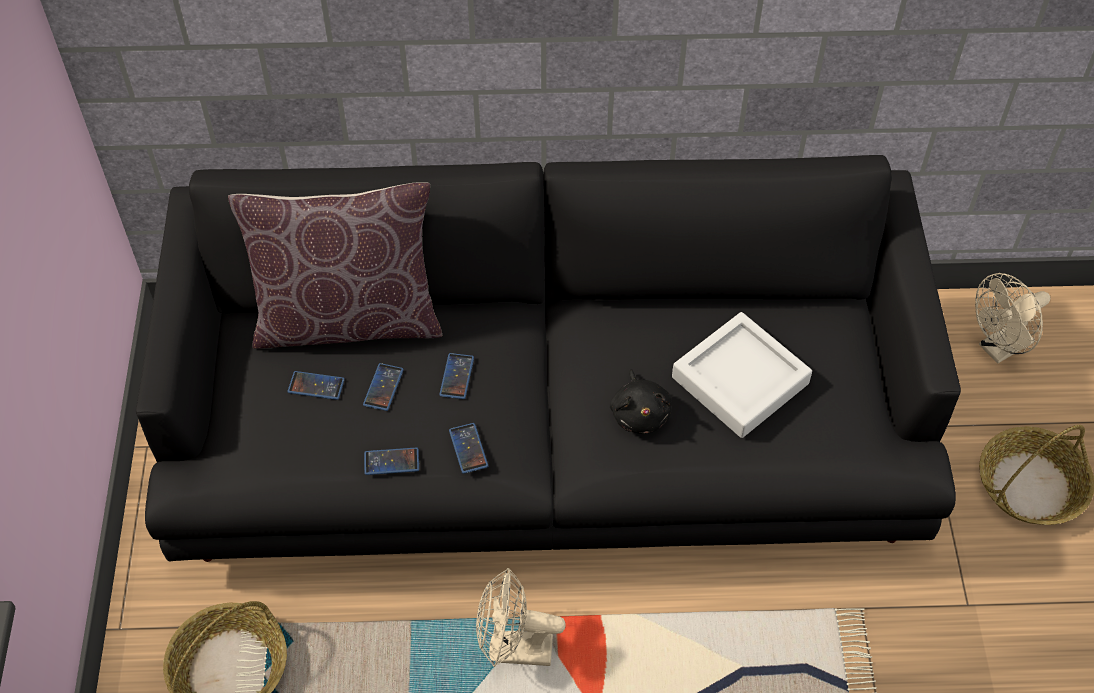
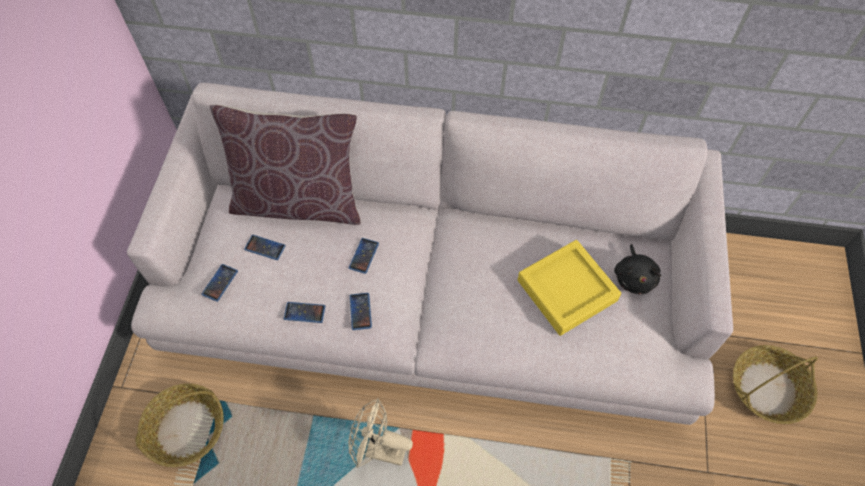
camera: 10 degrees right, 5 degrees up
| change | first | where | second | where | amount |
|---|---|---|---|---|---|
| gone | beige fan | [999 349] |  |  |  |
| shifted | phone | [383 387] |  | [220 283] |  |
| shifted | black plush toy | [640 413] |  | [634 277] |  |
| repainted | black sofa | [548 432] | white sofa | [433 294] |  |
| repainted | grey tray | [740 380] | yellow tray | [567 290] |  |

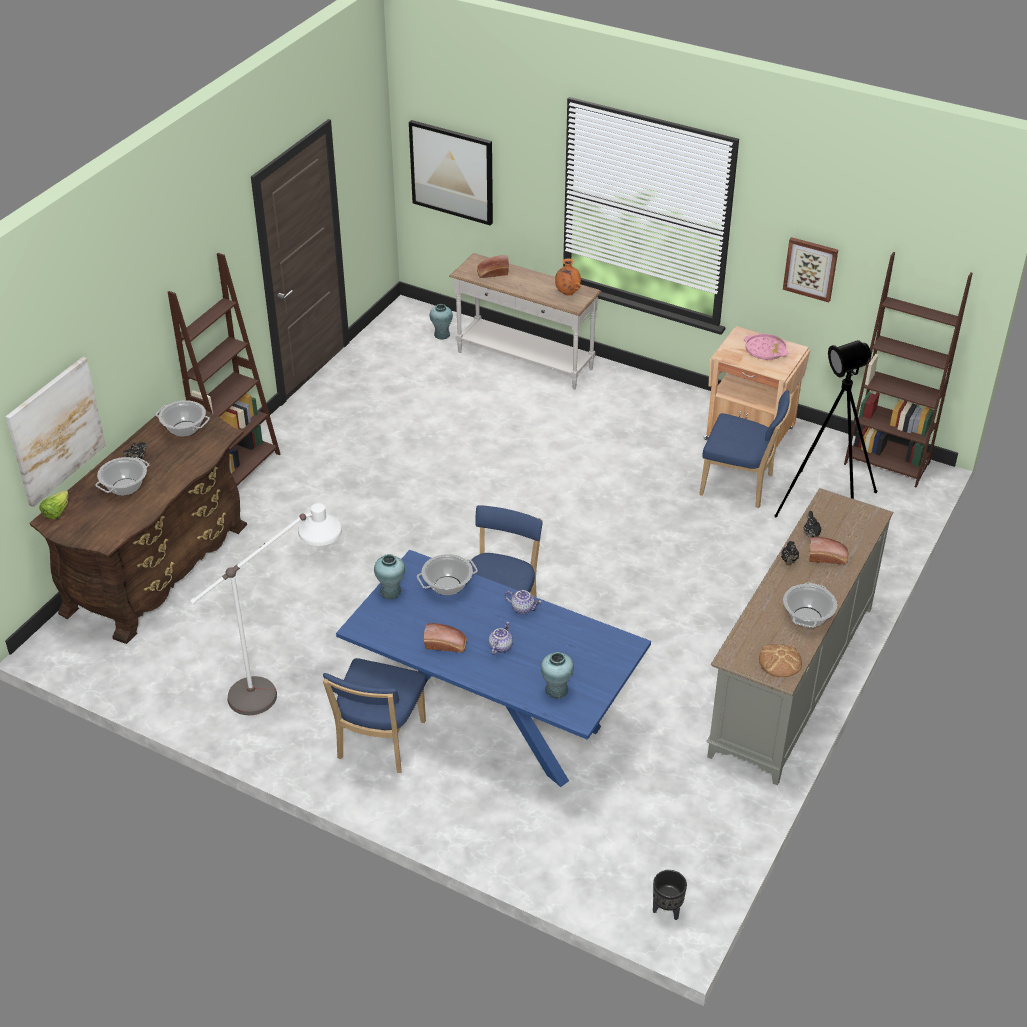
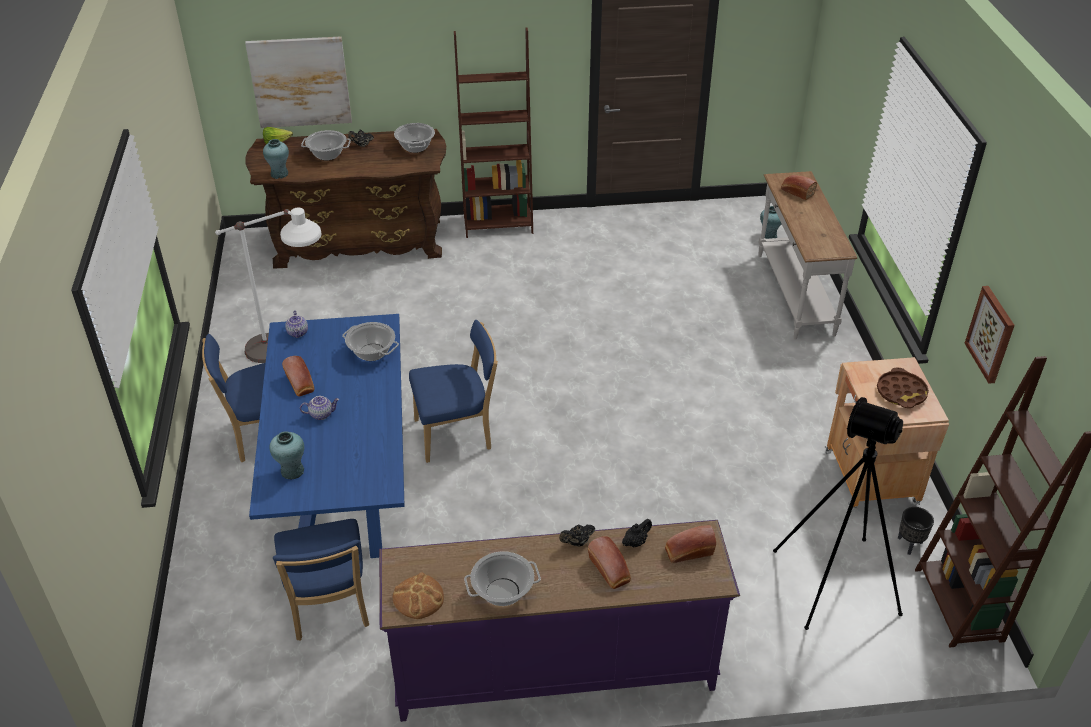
camera: 55 degrees right, 0 degrees up
| change | first | where | second | where | amount |
|---|---|---|---|---|---|
| gone | picture | [452 172] |  |  |  |
| gone | orange vase | [567 293] |  |  |  |
| new |  |  | bread | [688 552] |  |
| shifted | turquoise vase | [390 592] |  | [279 174] |  |
| shifted | teapot | [523 608] |  | [298 333] |  |
| shifted | black planter | [667 909] |  | [910 544] |  |
| shifted | blue chair | [740 486] |  | [329 607] |  |
| repainted | grey cabinet | [791 679] | purple cabinet | [554 667] |  |
| repainted | pink tray | [765 350] | brown tray | [901 392] |  |

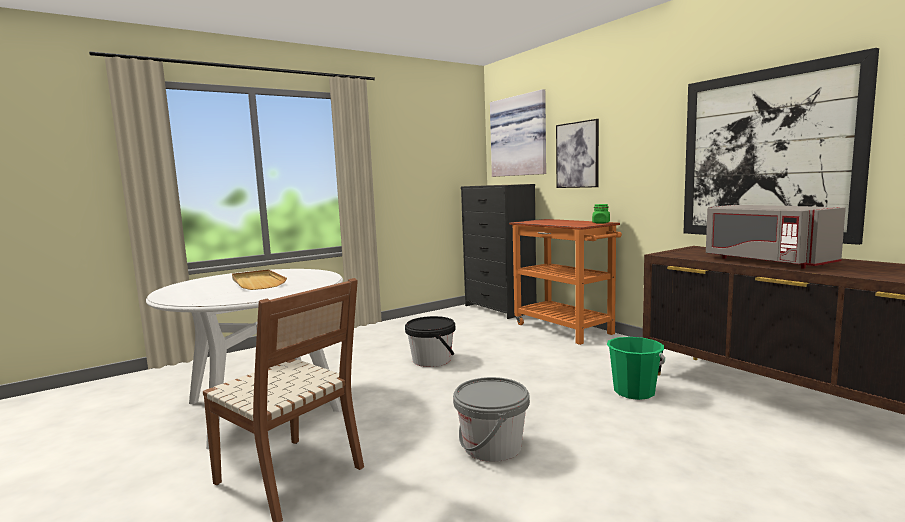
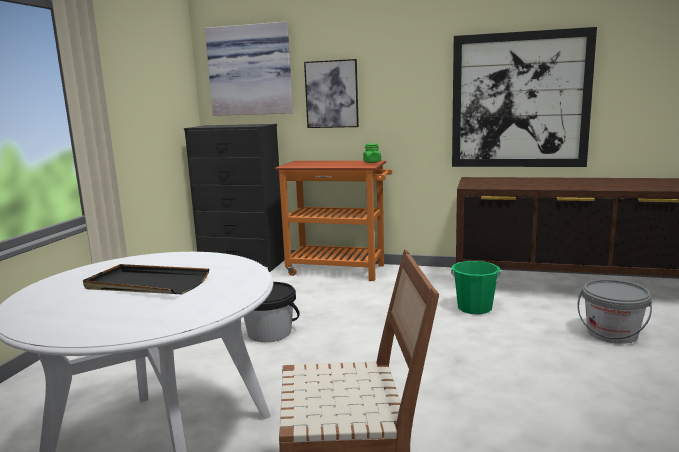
camera: 40 degrees left, 5 degrees up
| change | first | where | second | where | amount |
|---|---|---|---|---|---|
| gone | grey microwave | [765 261] |  |  |  |
| shifted | grey bucket | [492 446] |  | [612 333] |  |
| repainted | beige tray | [257 282] | black tray | [146 284] |  |

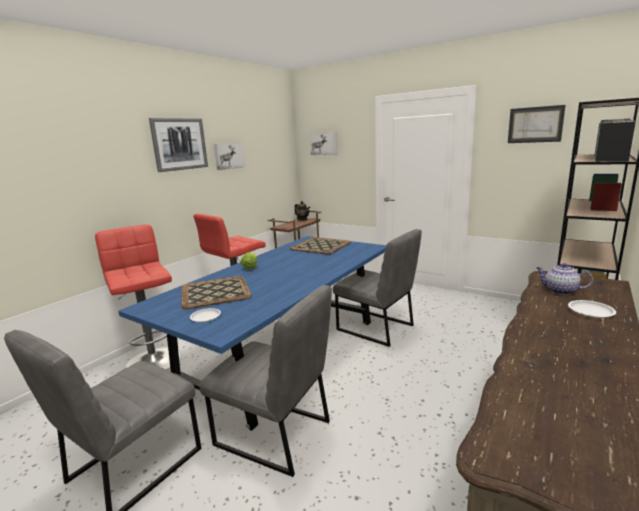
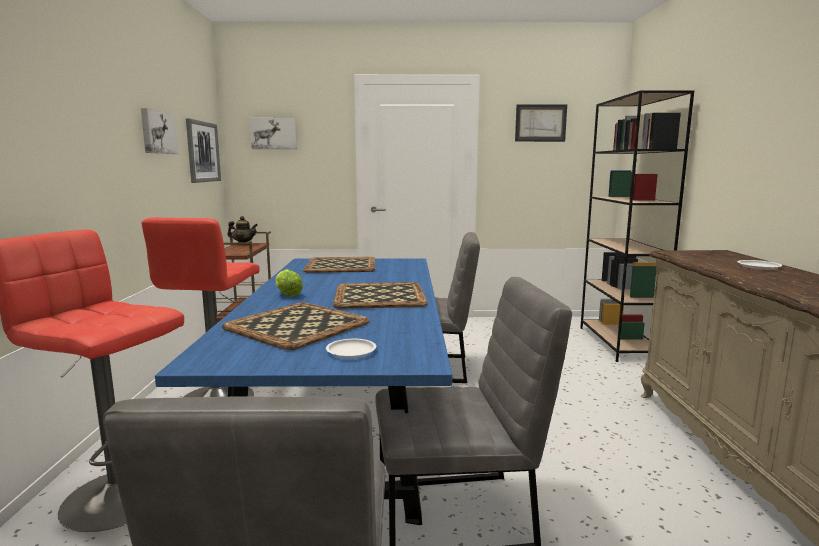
camera: 35 degrees left, 5 degrees down
| change | first | where | second | where | amount |
|---|---|---|---|---|---|
| gone | teapot | [560 291] |  |  |  |
| new |  |  | tray | [380 296] |  |
| shifted | picture | [179 144] |  | [203 152] |  |

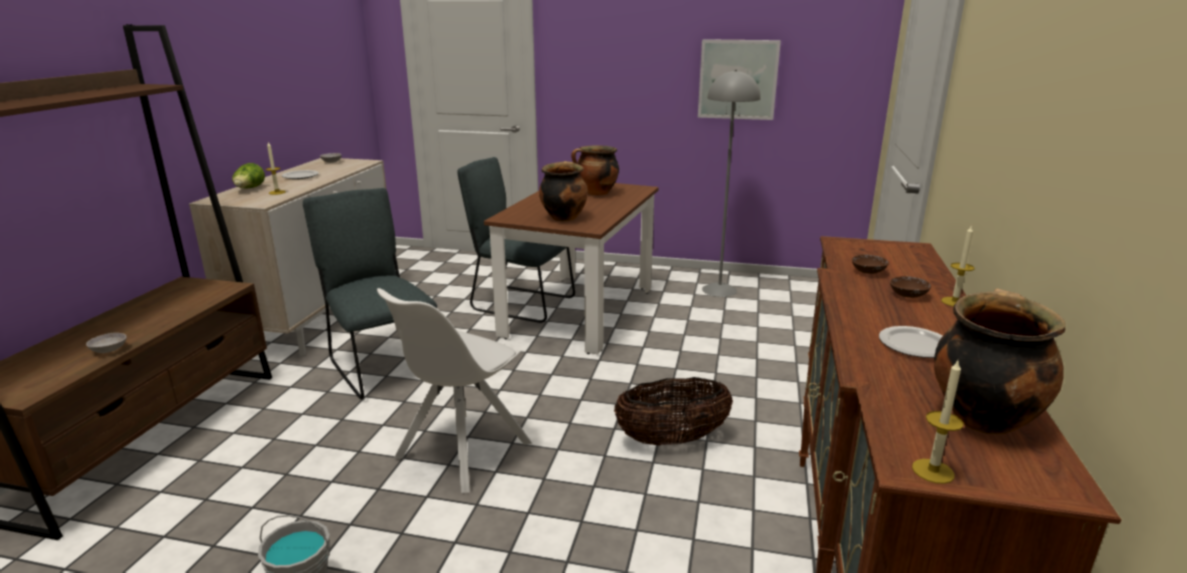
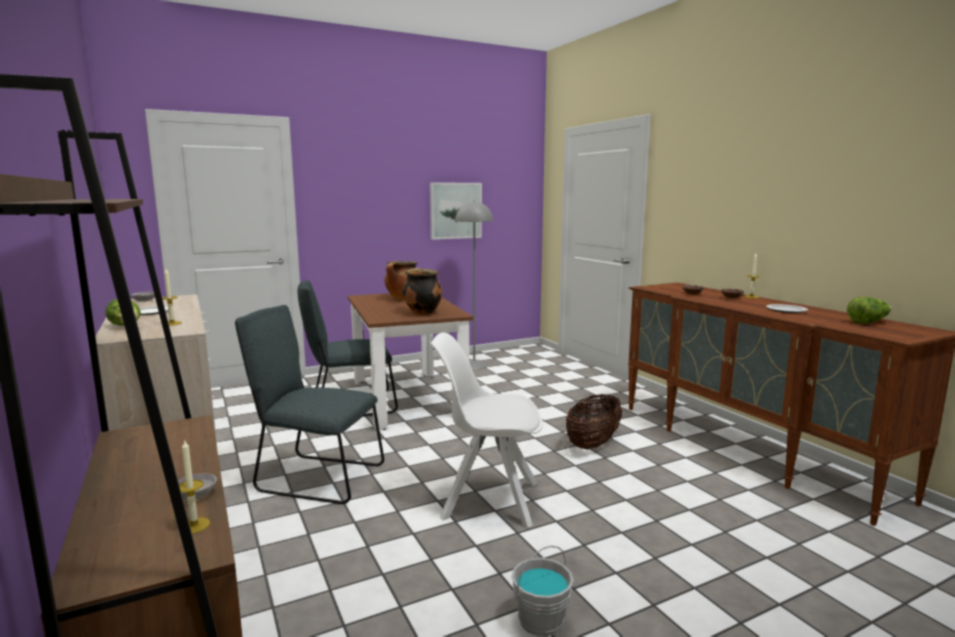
camera: 40 degrees left, 10 degrees down
| change | first | where | second | where | amount |
|---|---|---|---|---|---|
| shifted | candle | [933 471] |  | [194 525] |  |
| swapped | cooking pot | [982 417] | lettuce | [868 322] |  |
| rotated | white chair | [461 451] |  | [488 500] | 105 degrees clockwise |

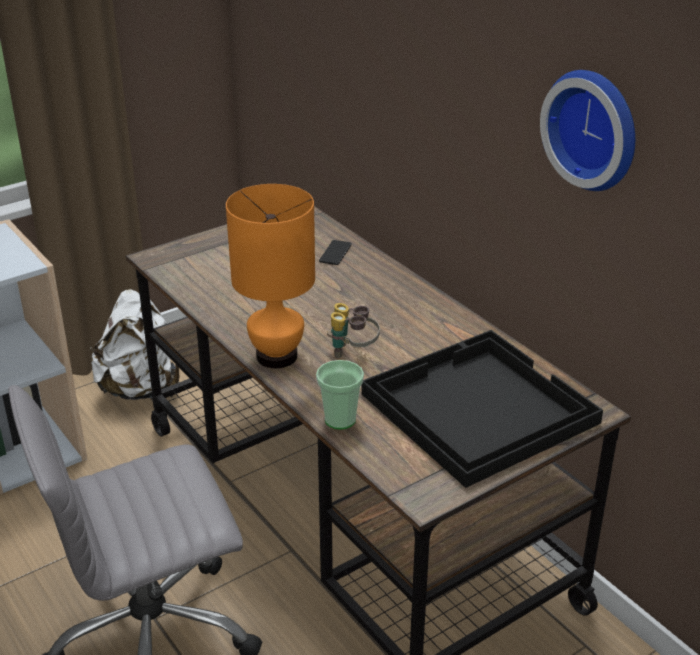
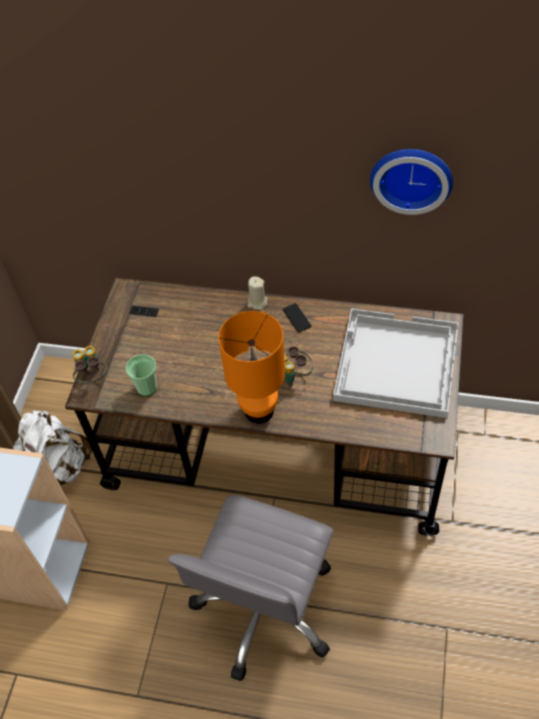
camera: 40 degrees left, 20 degrees up
| change | first | where | second | where | amount |
|---|---|---|---|---|---|
| new |  |  | binoculars | [92 378] |  |
| new |  |  | beige candle | [257 302] |  |
| shifted | cup | [340 419] |  | [147 387] |  |
| shifted | phone | [335 253] |  | [297 318] |  |
| repainted | black tray | [476 408] | white tray | [395 364] |  |

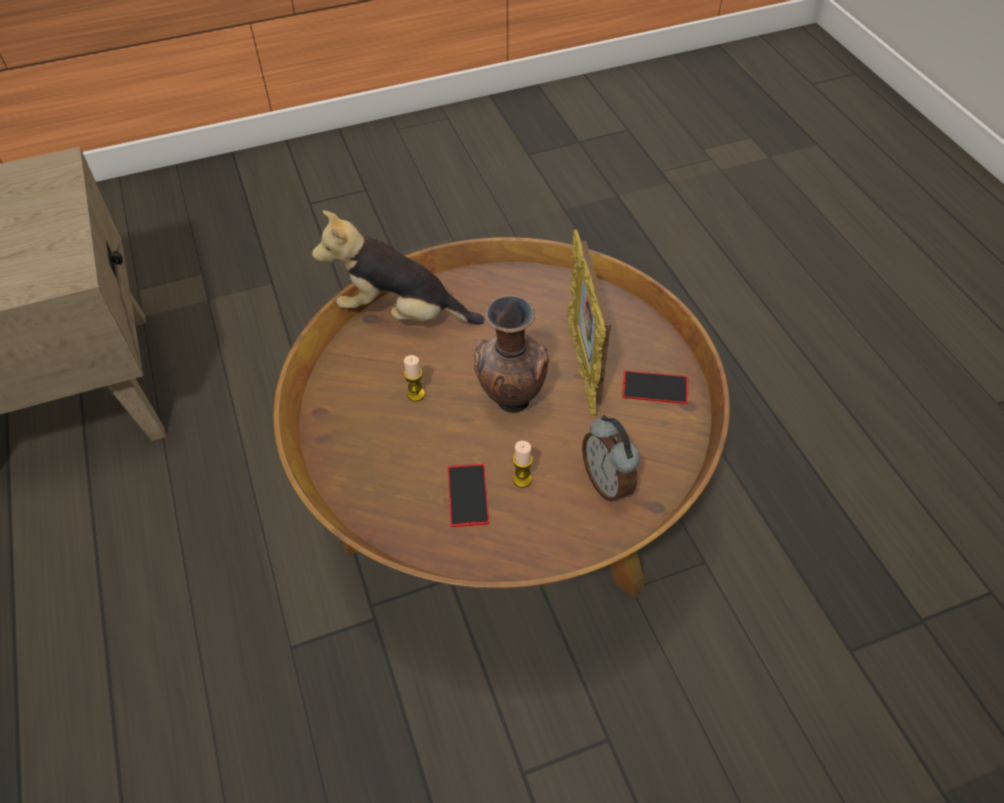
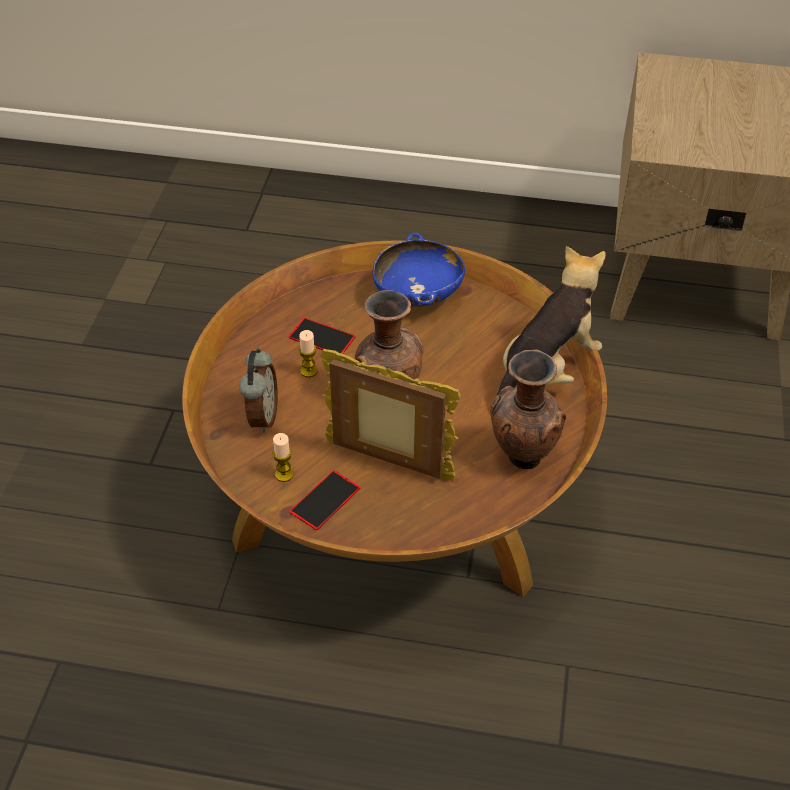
camera: 120 degrees right, 5 degrees down
| change | first | where | second | where | amount |
|---|---|---|---|---|---|
| new |  |  | blue bowl | [418 294] |  |
| new |  |  | brown vase | [521 458] |  |
| shifted | candle | [416 394] |  | [284 474] |  |
| rotated | alarm clock | [608 483] |  | [261 417] | 90 degrees clockwise |

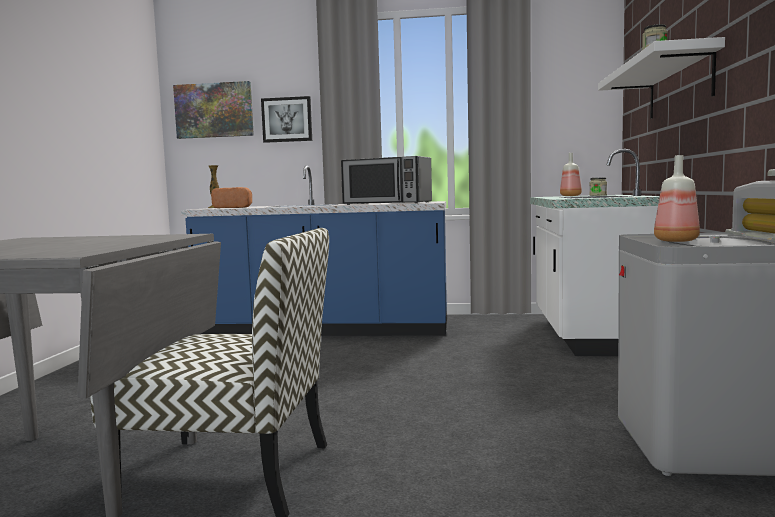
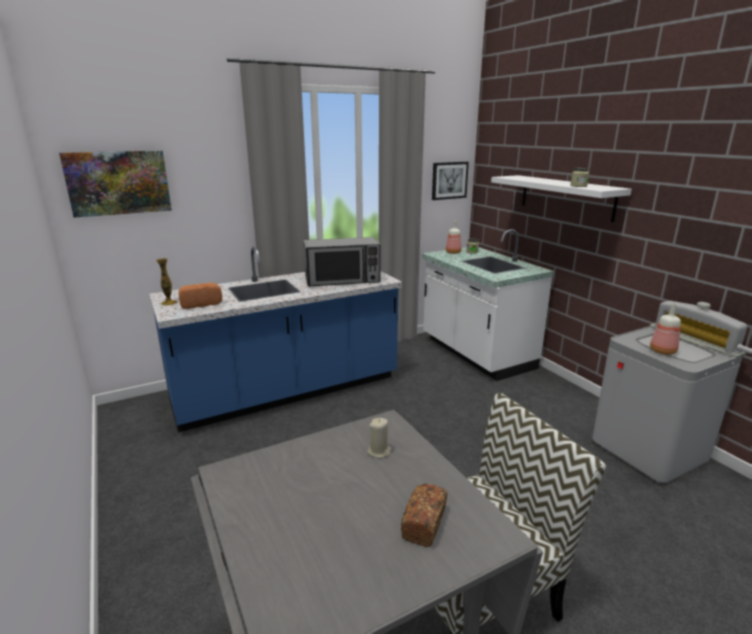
camera: 35 degrees left, 15 degrees up
| change | first | where | second | where | amount |
|---|---|---|---|---|---|
| new |  |  | beige candle | [379 451] |  |
| new |  |  | bread | [424 523] |  |
| shifted | picture | [287 119] |  | [449 180] |  |

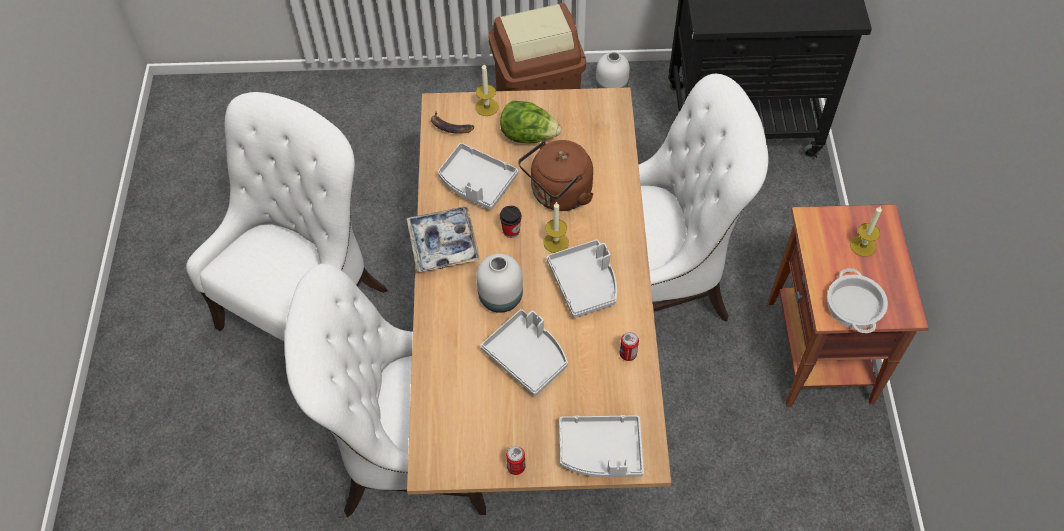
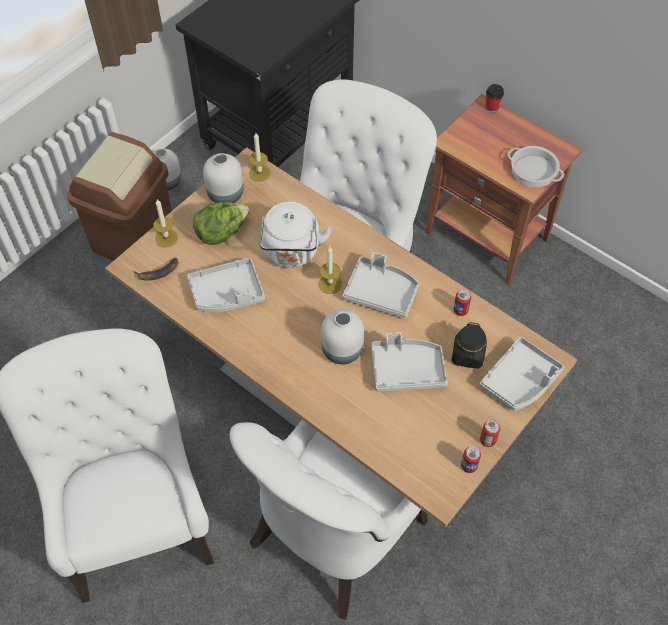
camera: 50 degrees left, 0 degrees up
| change | first | where | second | where | amount |
|---|---|---|---|---|---|
| gone | tray | [443 244] |  |  |  |
| new |  |  | white vase | [225 195] |  |
| new |  |  | black jar | [468 355] |  |
| new |  |  | can | [469 466] |  |
| shifted | cup | [511 231] |  | [492 107] |  |
| shifted | candle | [863 246] |  | [259 173] |  |
| repainted | brown kettle | [558 195] | white kettle | [292 253] |  |

